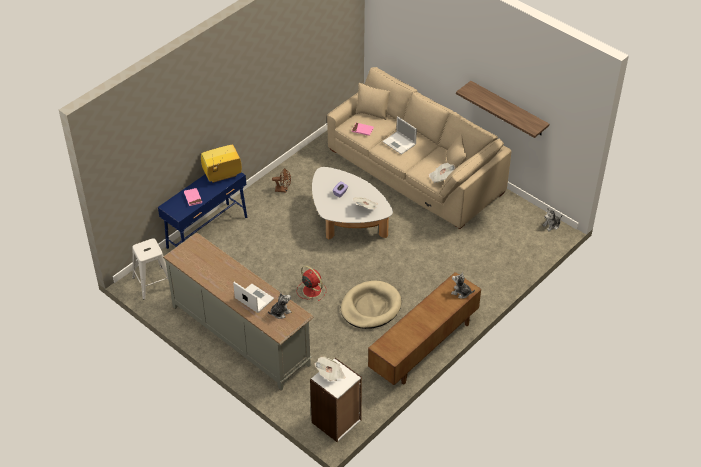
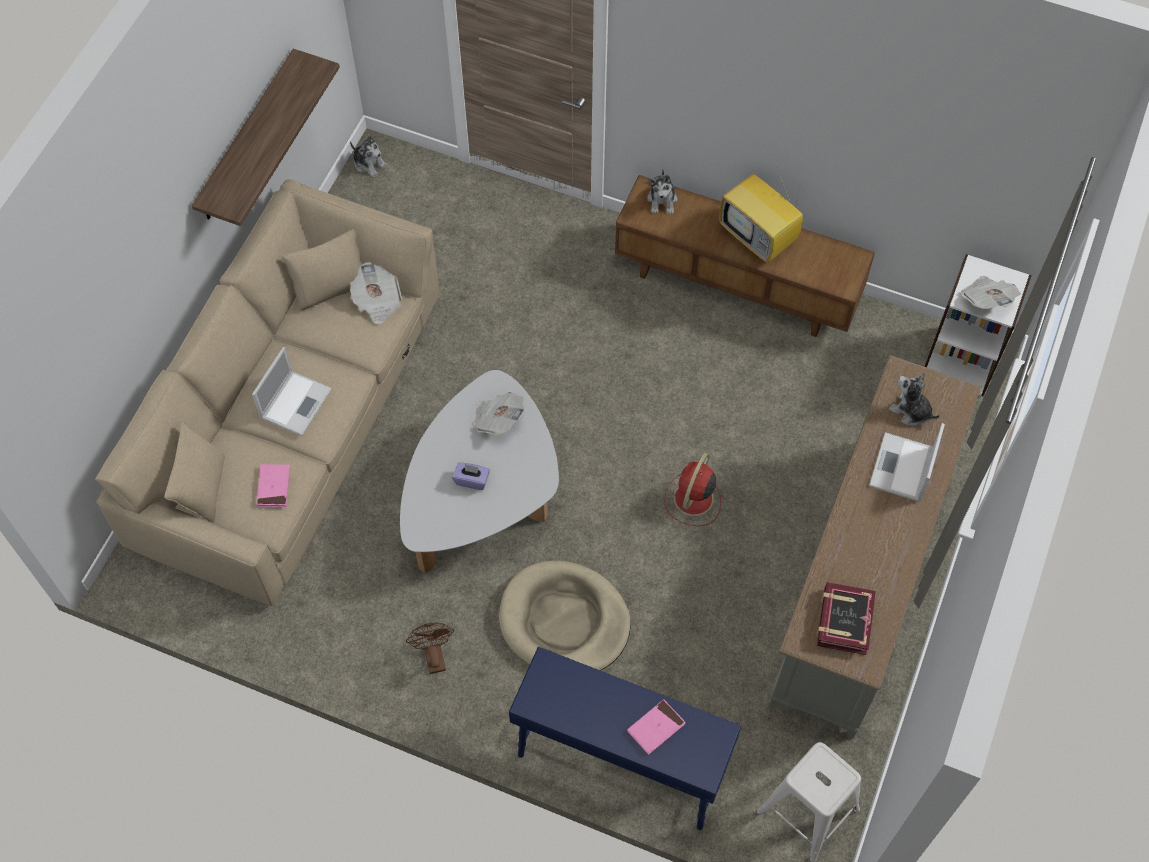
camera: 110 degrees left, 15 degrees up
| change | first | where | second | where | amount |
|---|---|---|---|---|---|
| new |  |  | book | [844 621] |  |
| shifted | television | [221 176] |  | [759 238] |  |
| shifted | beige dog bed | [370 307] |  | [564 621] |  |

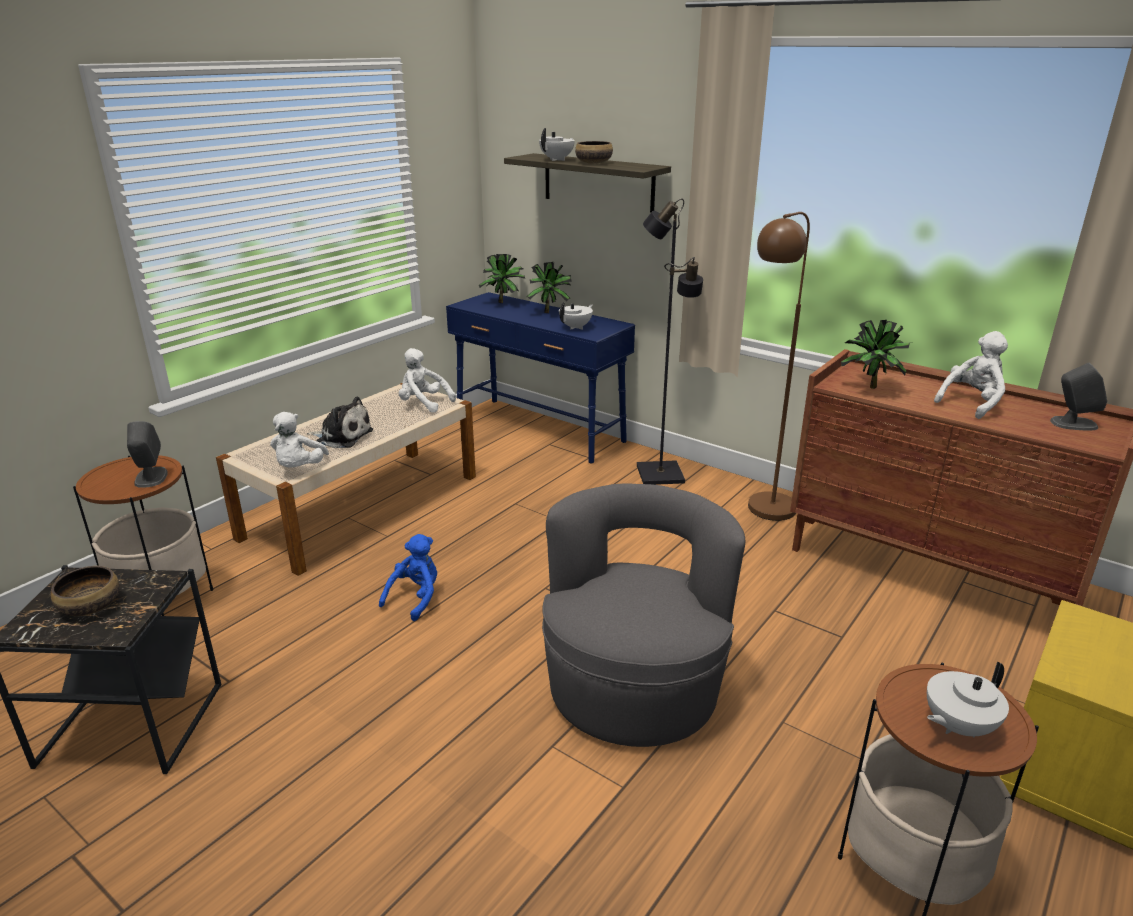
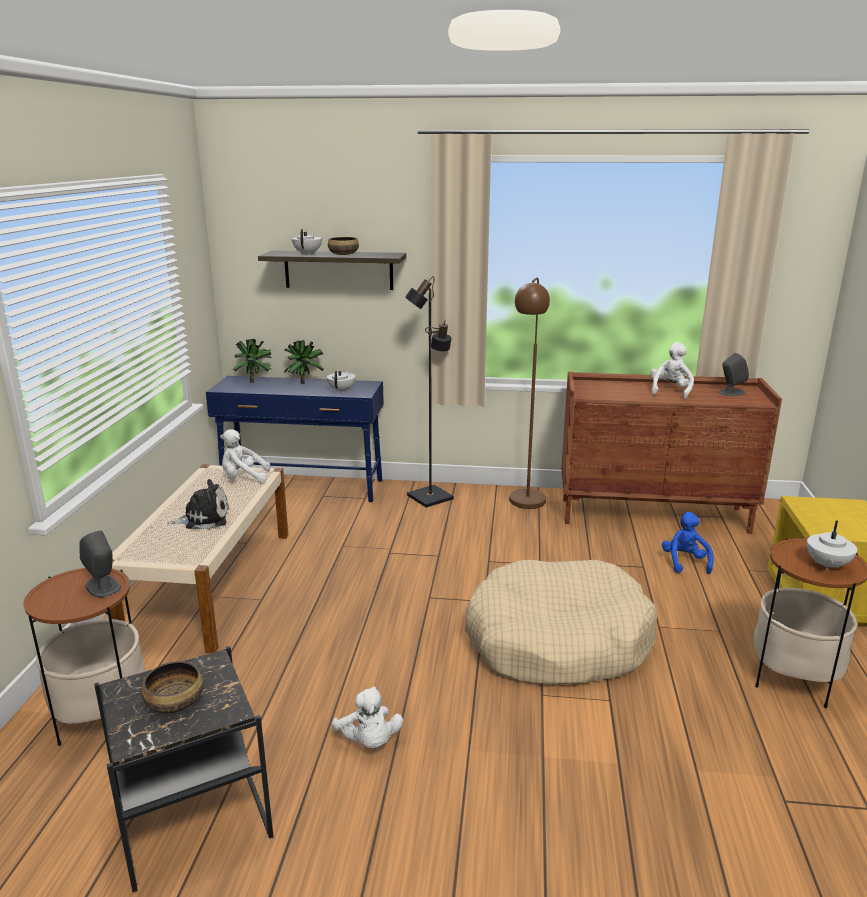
camera: 30 degrees left, 5 degrees down
| change | first | where | second | where | amount |
|---|---|---|---|---|---|
| gone | potted plant | [870 389] |  |  |  |
| shifted | white plush toy | [299 468] |  | [368 742] |  |
| shifted | blue plush toy | [415 598] |  | [685 562] |  |
| swapped | grey armchair | [634 690] | beige dog bed | [557 641] |  |

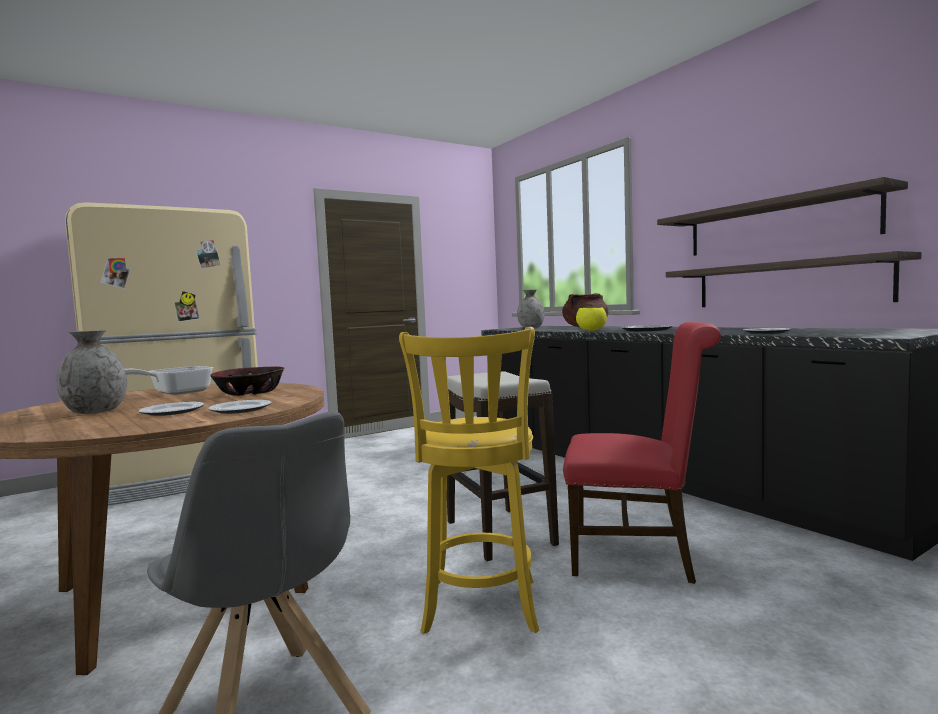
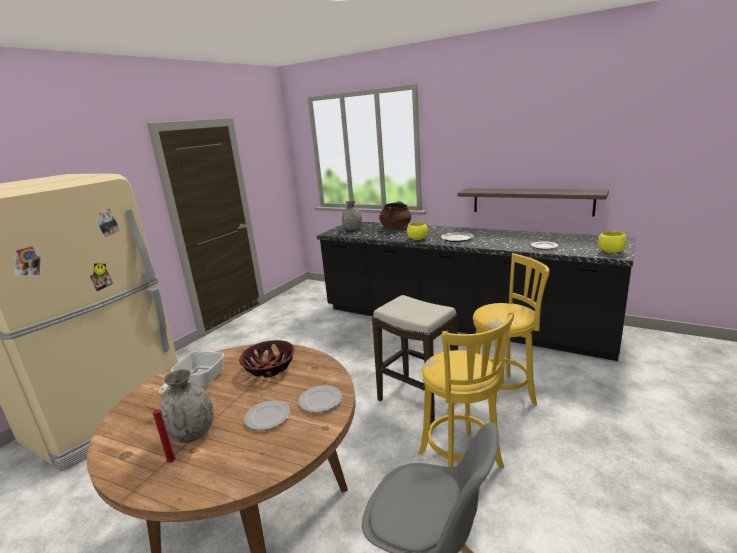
camera: 25 degrees left, 15 degrees up
| change | first | where | second | where | amount |
|---|---|---|---|---|---|
| gone | shelf | [776 225] |  |  |  |
| new |  |  | red candle | [170 462] |  |
| new |  |  | yellow bowl | [611 252] |  |
| swapped | red chair | [640 554] | yellow stool | [505 393] |  |

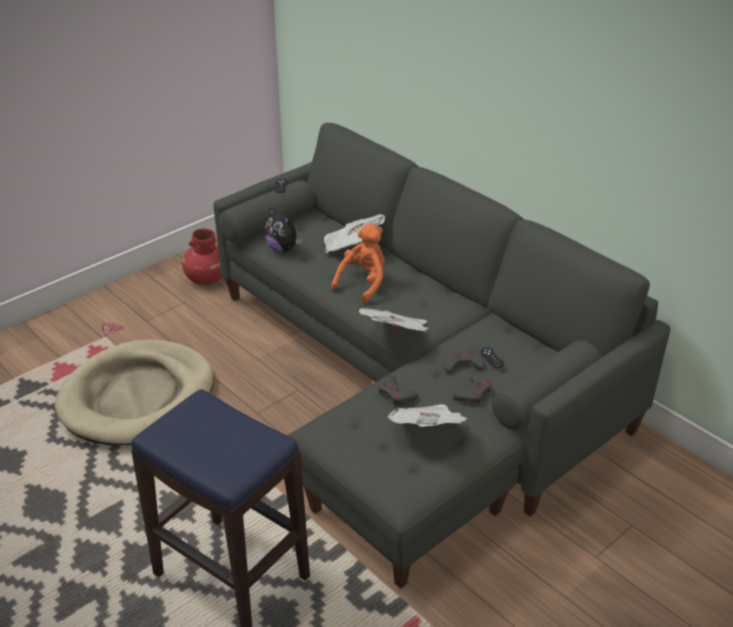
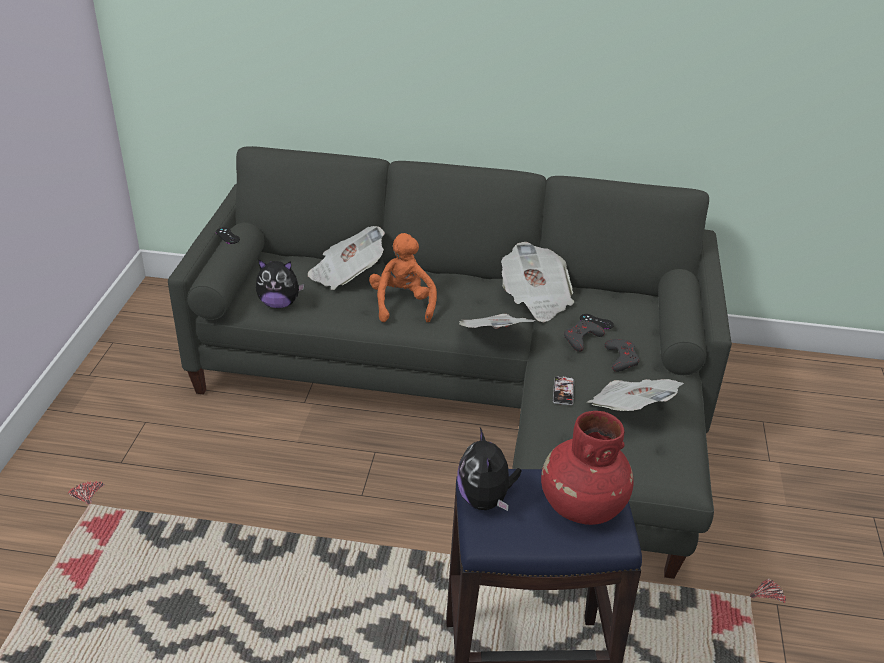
camera: 40 degrees left, 0 degrees up
| change | first | where | second | where | amount |
|---|---|---|---|---|---|
| gone | beige dog bed | [138 397] |  |  |  |
| new |  |  | plush toy | [485 500] |  |
| new |  |  | newspaper | [536 299] |  |
| shifted | red vase | [206 279] |  | [581 506] |  |
| swapped | grey game controller | [396 393] | phone | [563 391] |  |

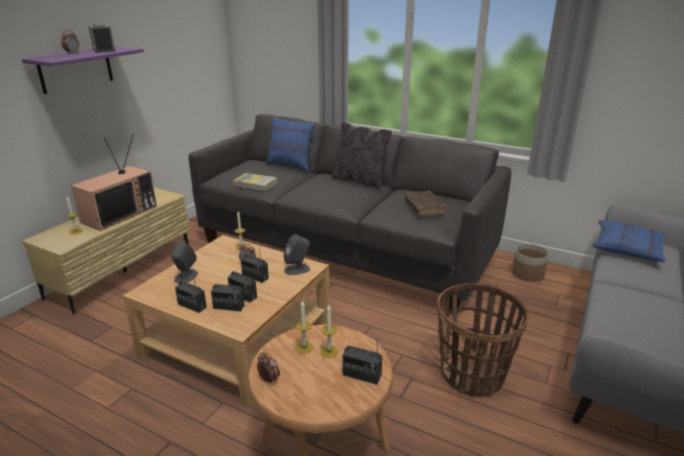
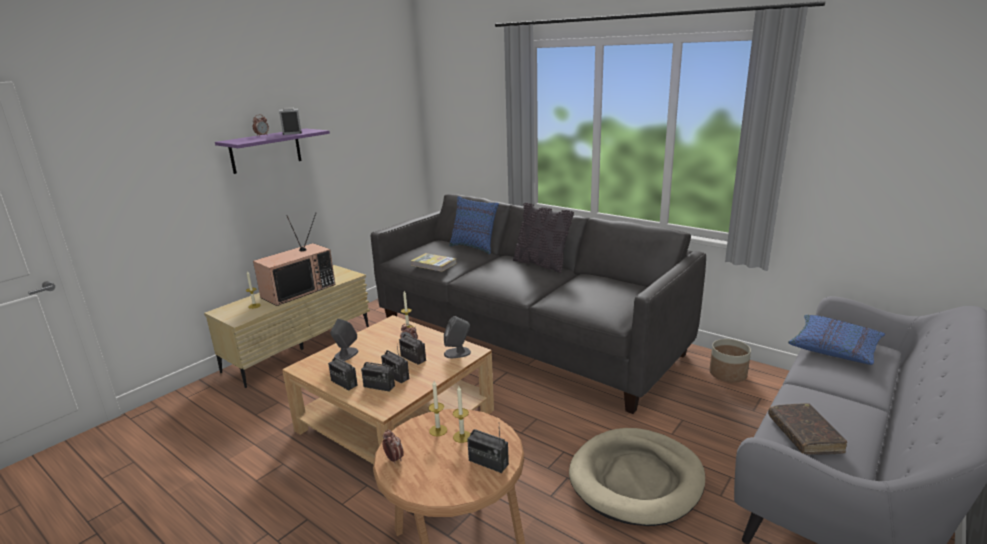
camera: 10 degrees right, 5 degrees down
| change | first | where | second | where | amount |
|---|---|---|---|---|---|
| shifted | brown book | [424 208] |  | [804 435] |  |
| swapped | basket | [472 375] | beige dog bed | [636 479] |  |

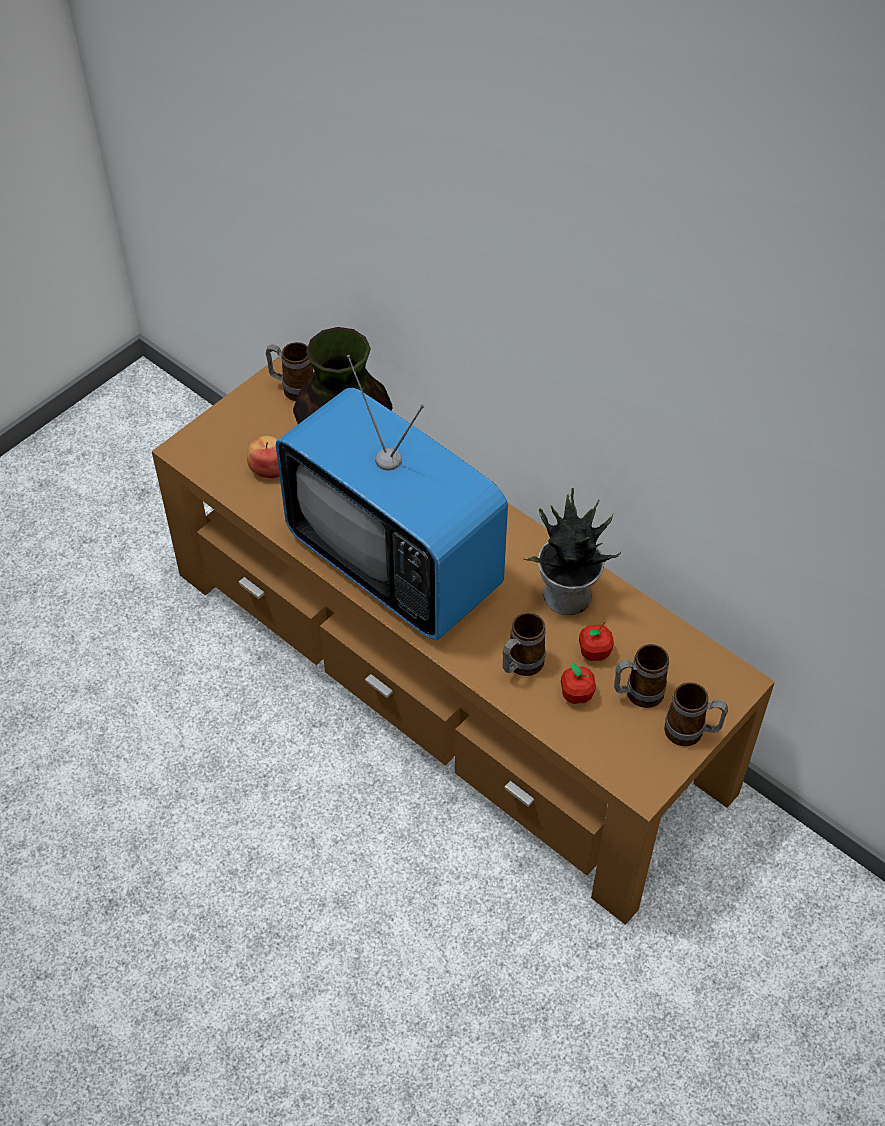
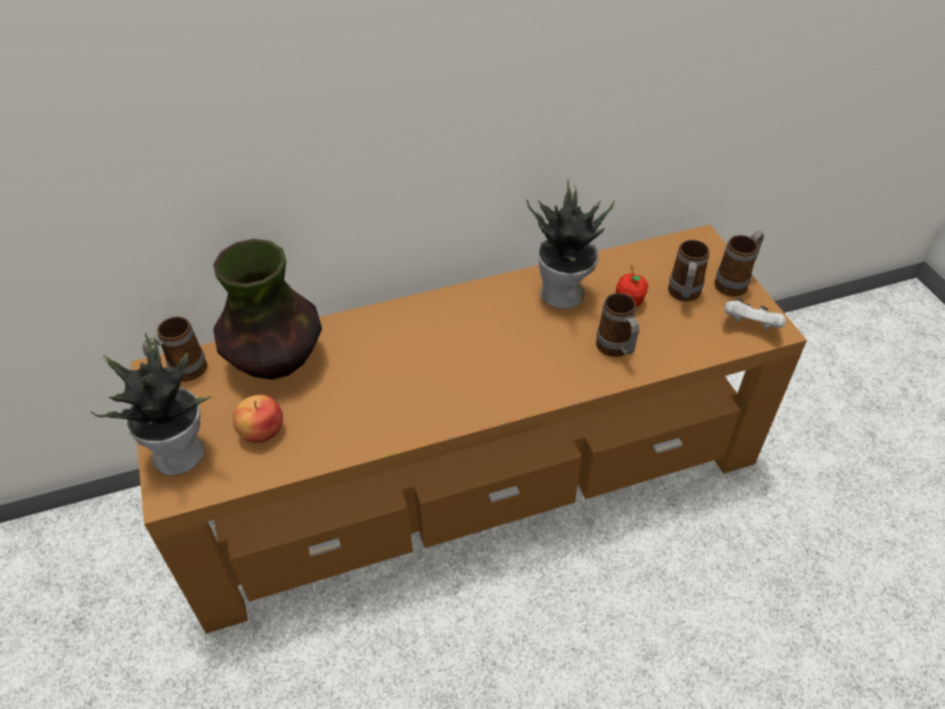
camera: 60 degrees left, 5 degrees down
| change | first | where | second | where | amount |
|---|---|---|---|---|---|
| gone | television | [395 564] |  |  |  |
| gone | apple | [576 695] |  |  |  |
| new |  |  | potted plant | [181 452] |  |
| new |  |  | white game controller | [750 326] |  |

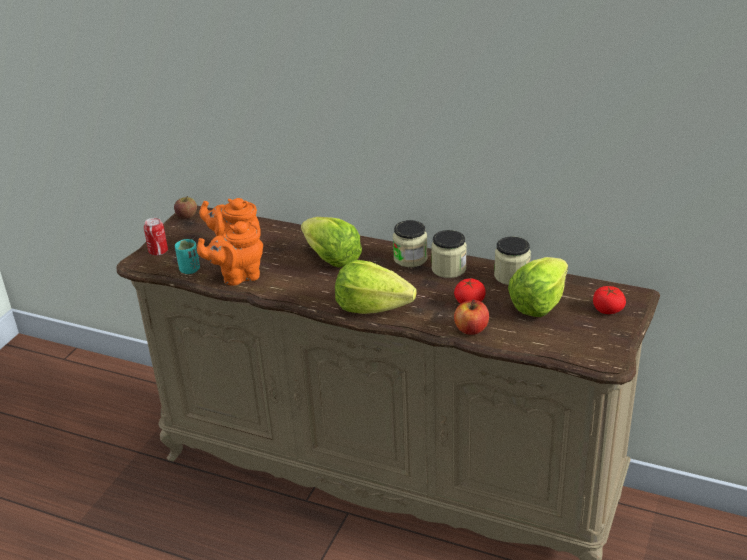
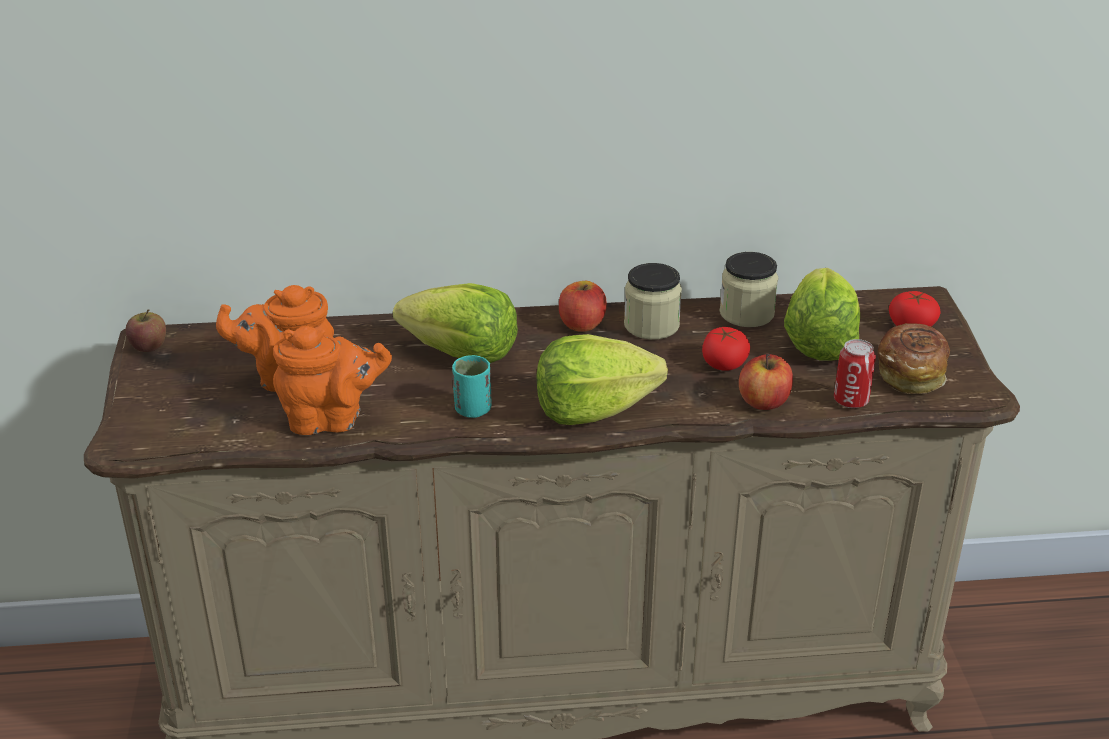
camera: 30 degrees left, 0 degrees up
| change | first | where | second | where | amount |
|---|---|---|---|---|---|
| new |  |  | bread | [911 374] |  |
| shifted | can | [158 251] |  | [851 400] |  |
| shifted | turquoise cup | [189 269] |  | [473 409] |  |
| swapped | jar | [410 258] | apple | [582 324] |  |
| rotated | orange teapot | [238 276] |  | [331 420] | 135 degrees counterclockwise |

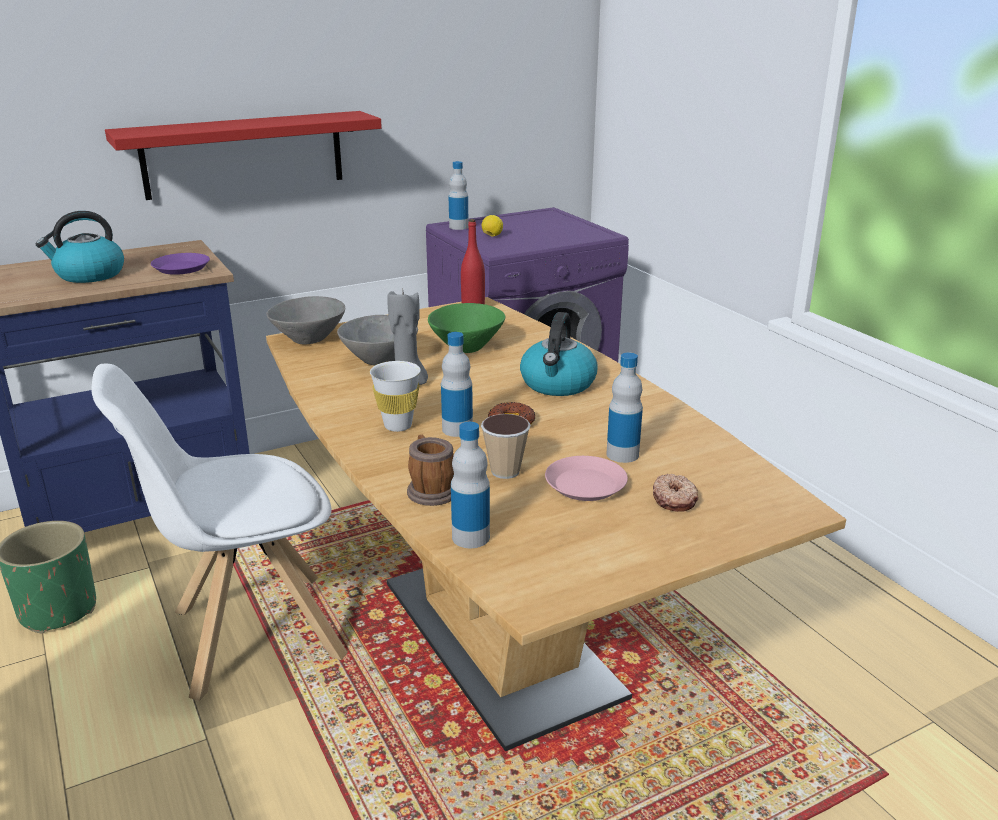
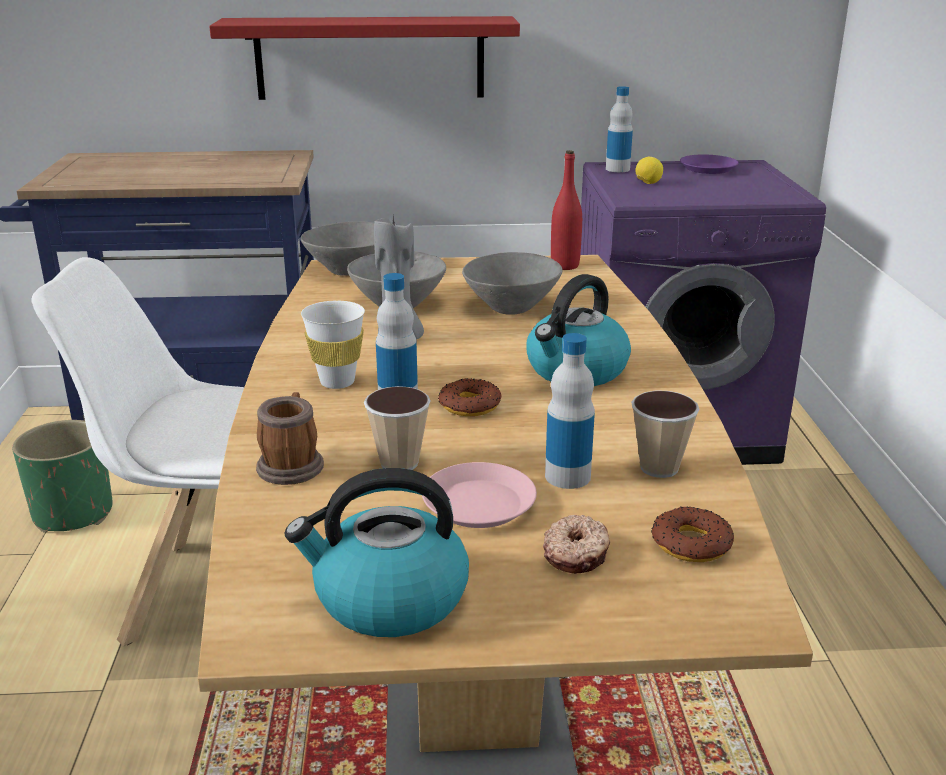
camera: 25 degrees right, 0 degrees up
| change | first | where | second | where | amount |
|---|---|---|---|---|---|
| gone | bottle | [471 537] |  |  |  |
| new |  |  | cup | [659 468] |  |
| new |  |  | donut | [691 543] |  |
| shifted | kettle | [89 275] |  | [388 599] |  |
| shifted | purple plate | [181 268] |  | [708 168] |  |
| repainted | green bowl | [466 347] | grey bowl | [510 307] |  |

